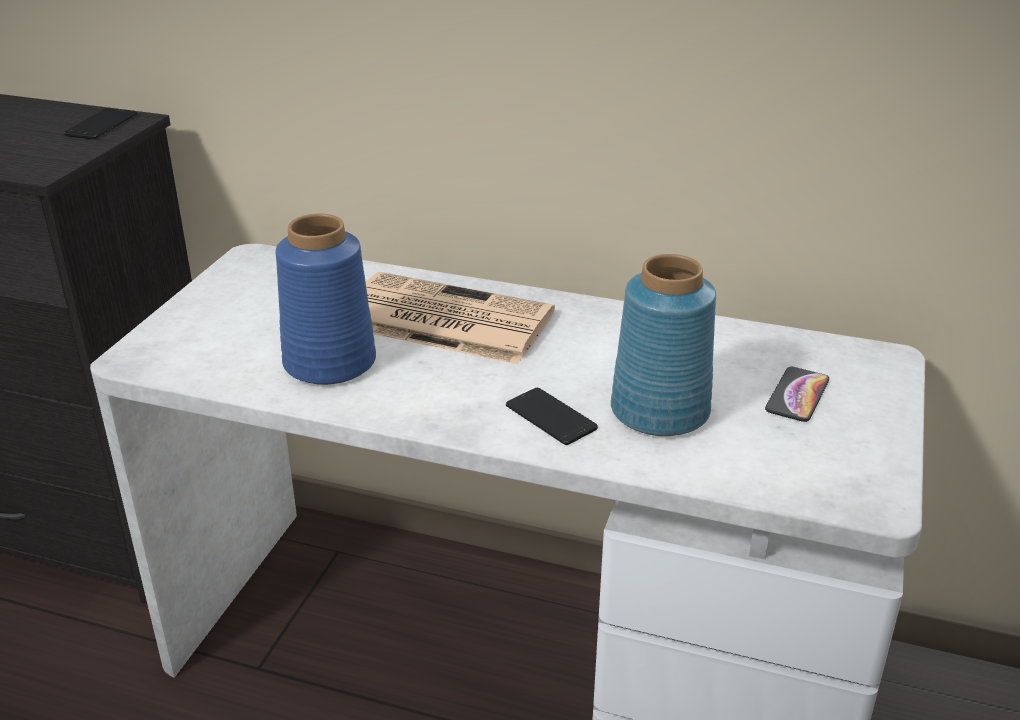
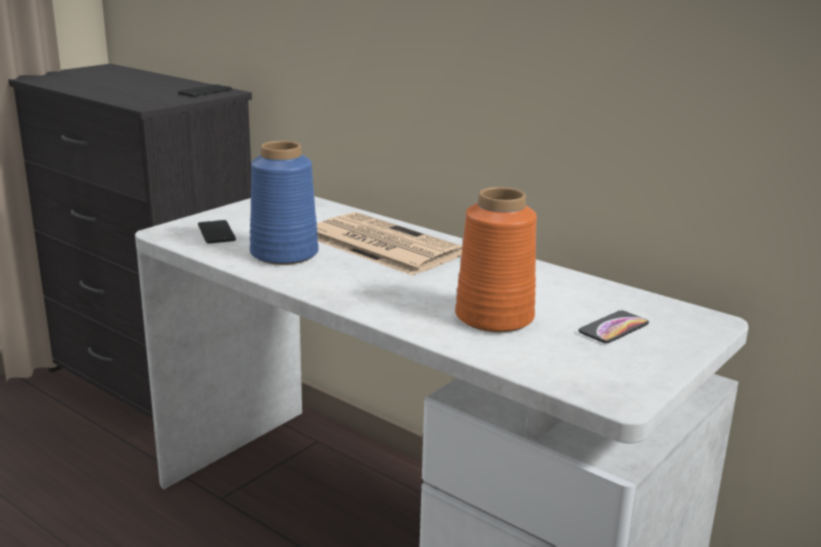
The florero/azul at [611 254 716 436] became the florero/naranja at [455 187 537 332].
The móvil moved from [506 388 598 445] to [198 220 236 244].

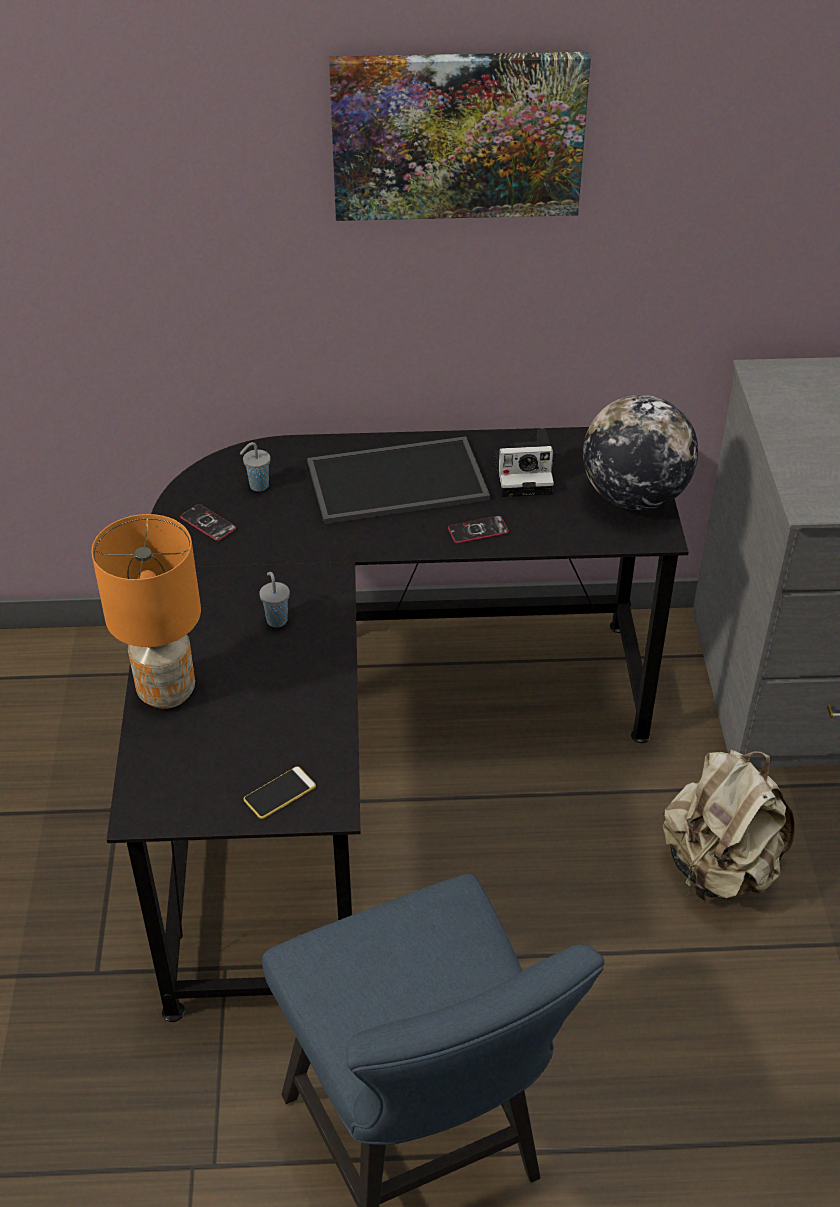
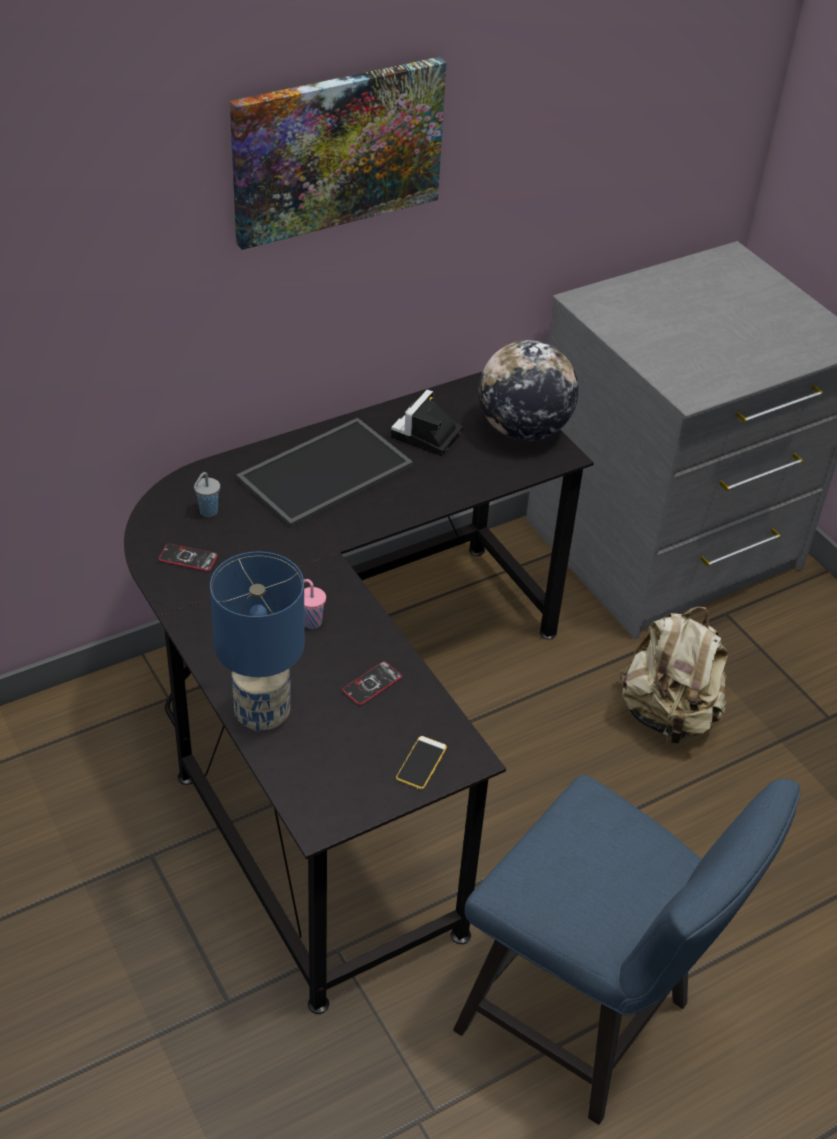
The cámara at [494 429 554 497] turned 150 degrees clockwise.
The lámpara de mesa/naranja at [91 514 201 709] became the lámpara de mesa/azul at [210 552 305 731].
The móvil moved from [448 516 509 543] to [342 661 402 705].
The taza/gris at [259 572 290 628] became the taza/rosa at [304 579 326 629].

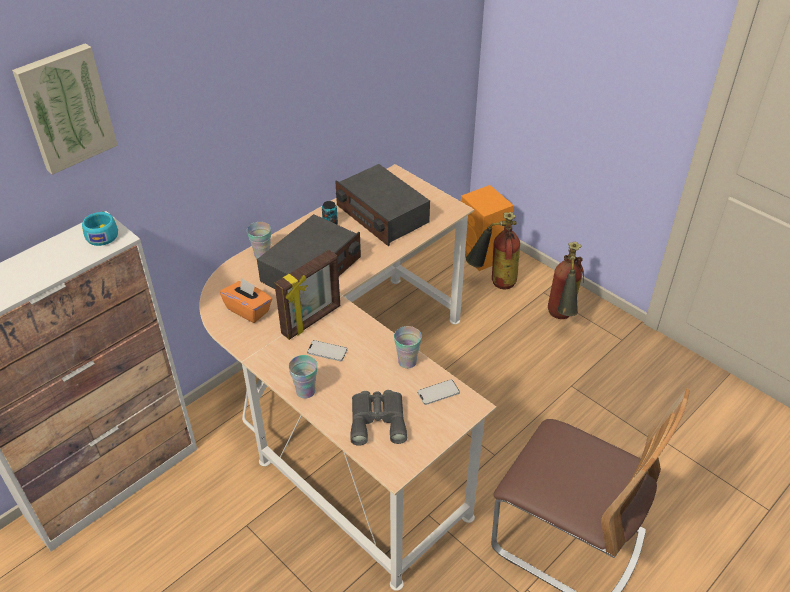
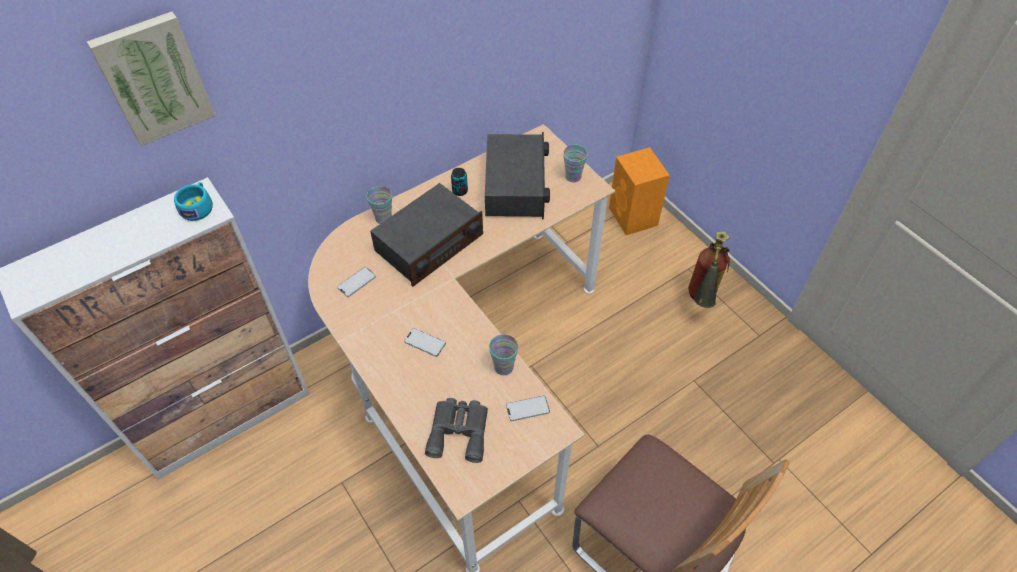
The radio at [335 164 430 246] turned 150 degrees counterclockwise.
The extintor at [466 212 520 289] disappeared.
The portarretratos at [274 250 340 340] disappeared.
The caja de pañuelos/naranja at [220 278 272 323] was replaced by the móvil at [337 267 376 297].
The taza moved from [288 355 317 399] to [563 145 588 183].

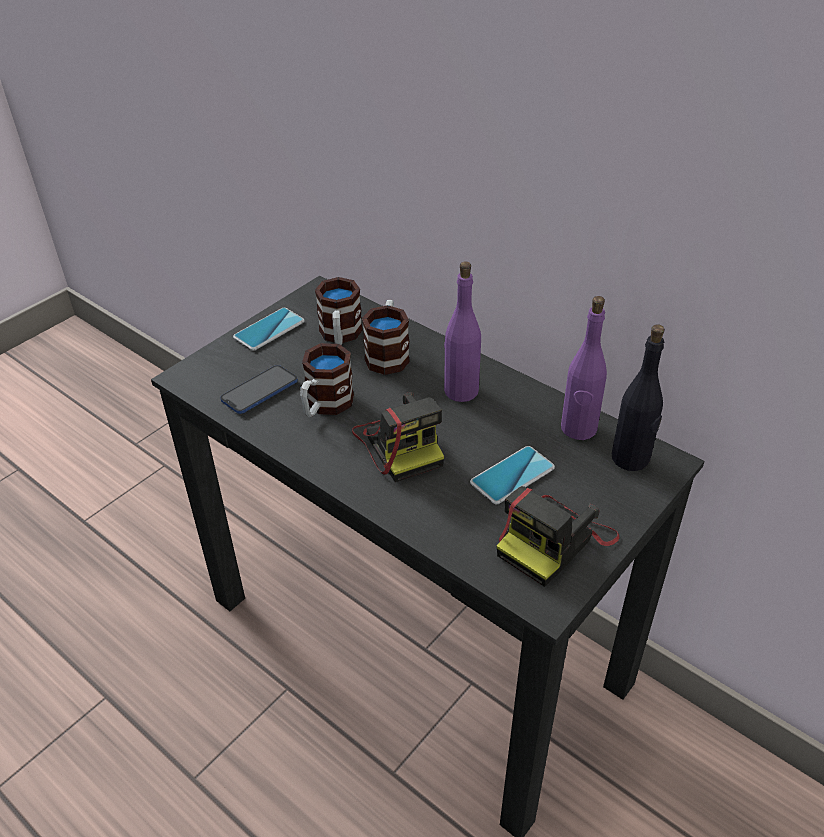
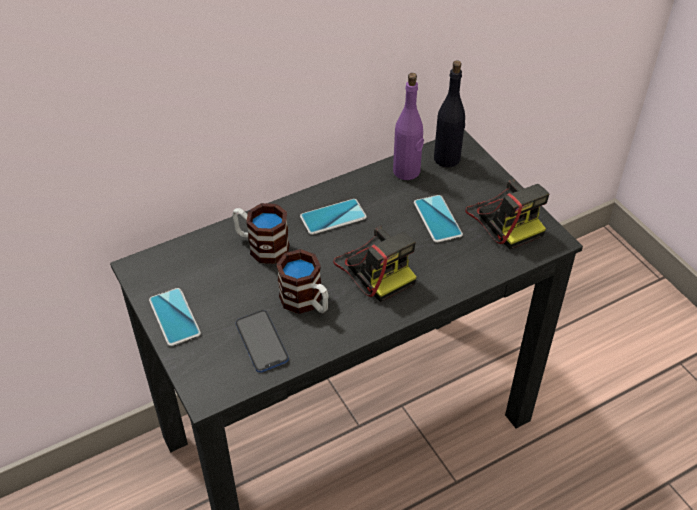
The botella/morado at [444 261 481 402] was replaced by the móvil at [300 199 367 235].
The taza grande at [315 277 363 345] disappeared.
The cámara at [352 392 444 482] turned 60 degrees clockwise.

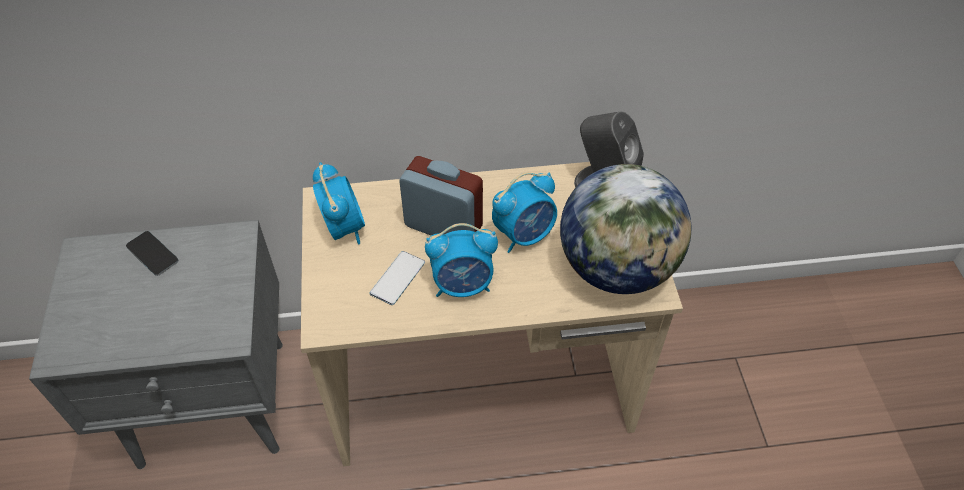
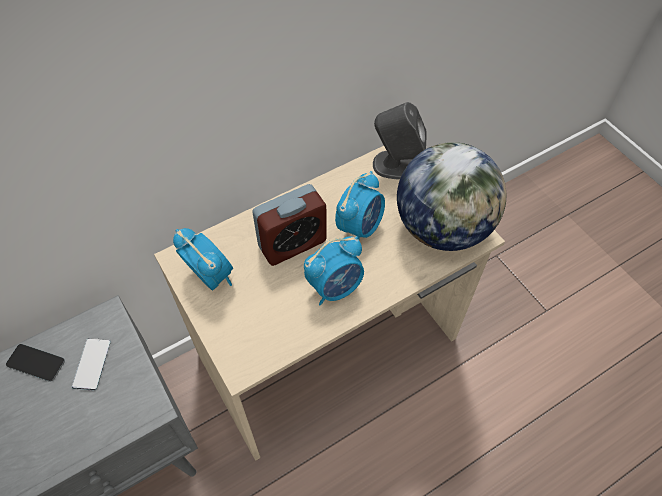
The despertador at [399 156 483 235] turned 150 degrees clockwise.
The móvil moved from [369 251 425 305] to [72 338 111 391].

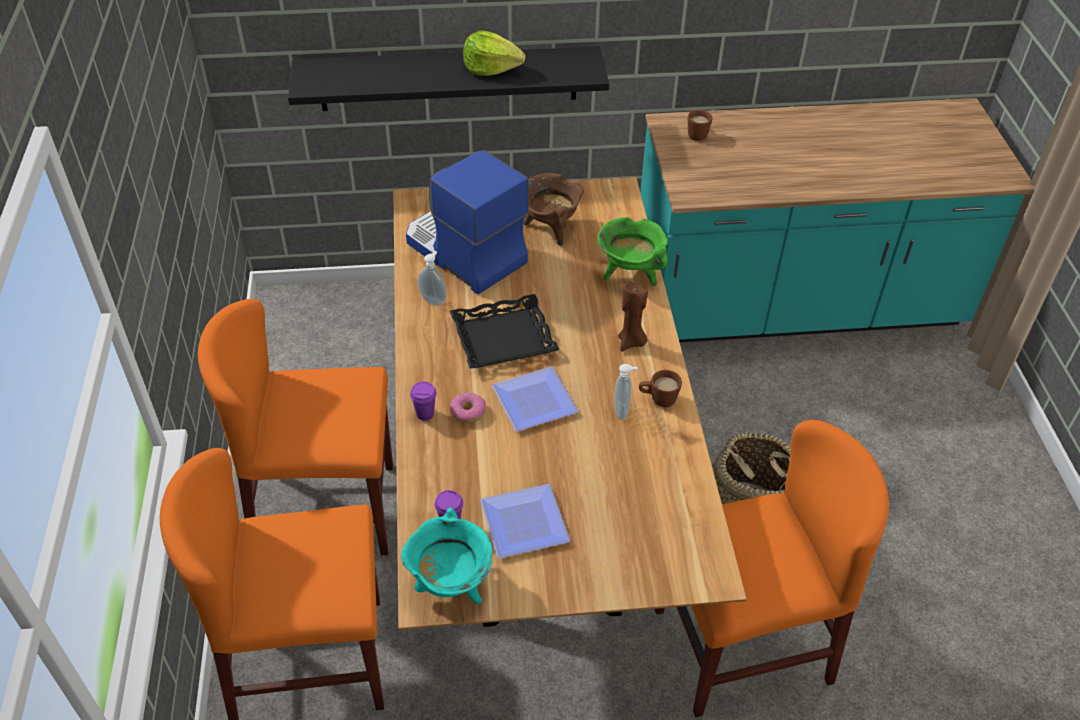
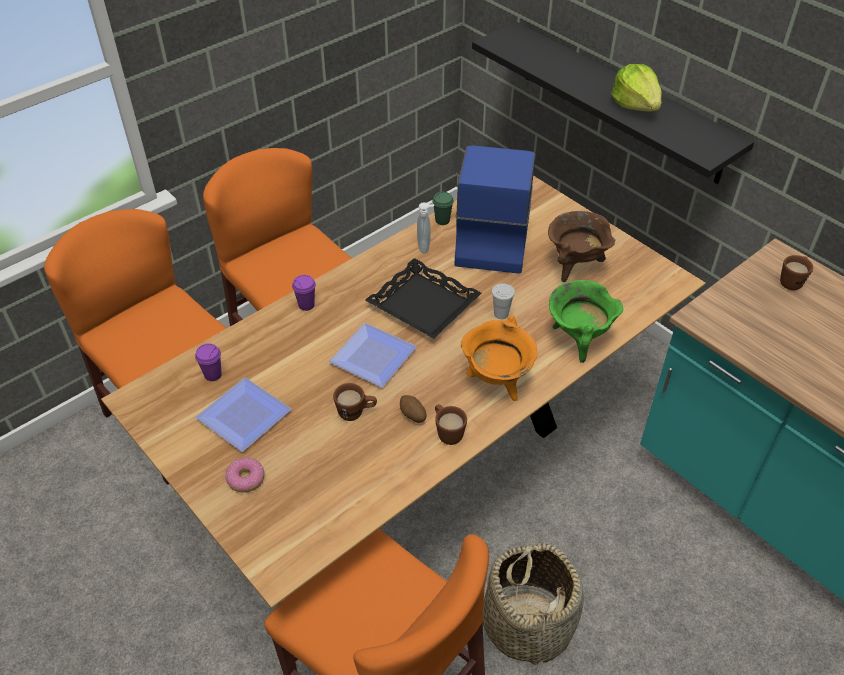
The vela/marrón at [618 281 648 351] was replaced by the olla/naranja at [461 315 537 401].
The dispensador de jabón at [614 364 638 419] was replaced by the patata at [400 395 426 423].
The rosquilla moved from [449 393 486 423] to [226 457 264 492].
The olla/turquesa at [401 508 492 604] disappeared.
The taza/verde at [432 192 454 225] appeared.
The taza/blanco at [492 283 515 319] appeared.
The taza grande/marrón at [333 383 377 421] appeared.

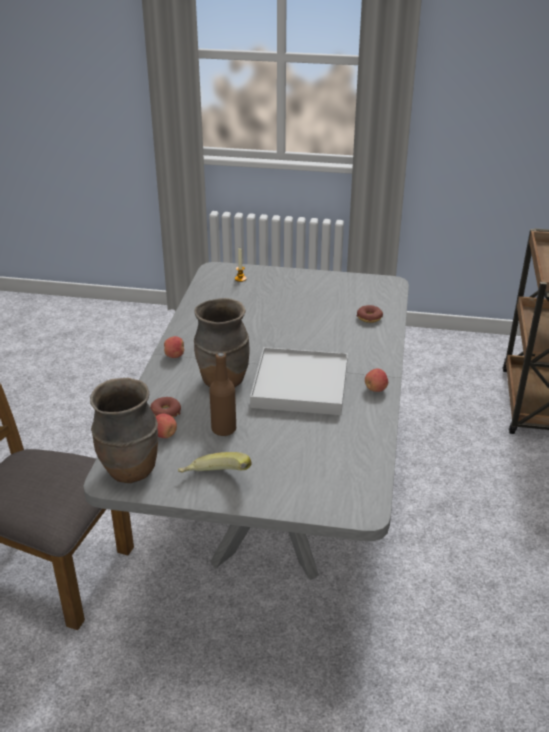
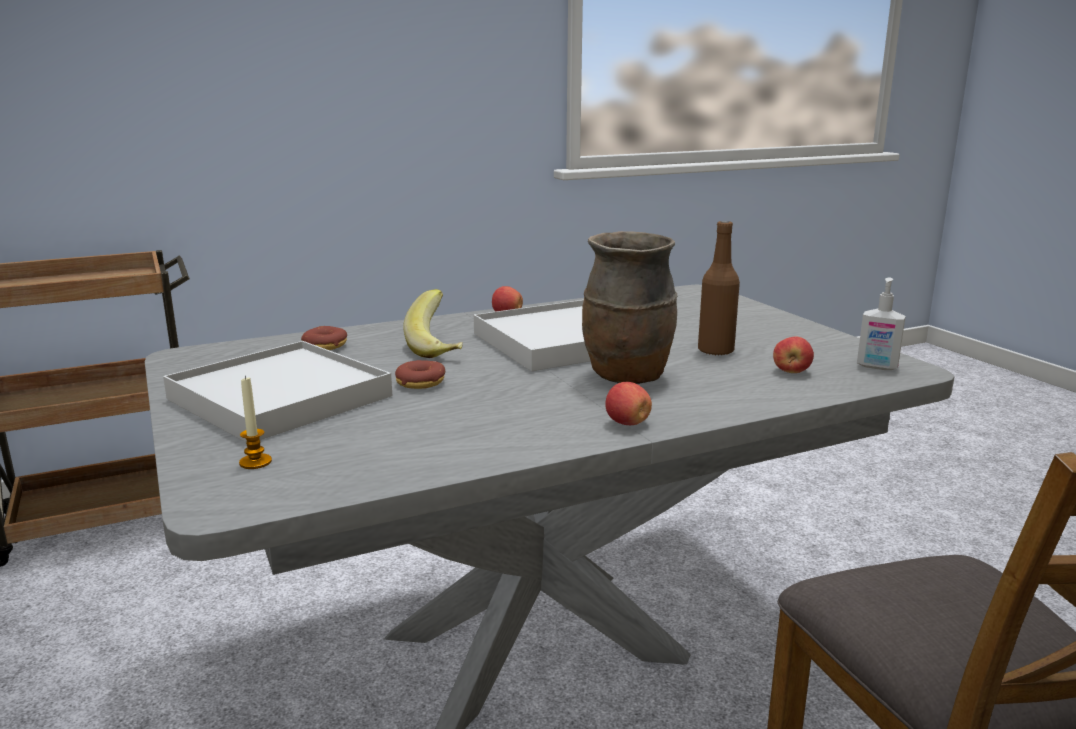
The florero/marrón at [90 378 158 483] was replaced by the dispensador de jabón at [857 278 906 370].
The rosquilla moved from [150 397 181 418] to [395 360 445 389].
The plátano moved from [178 452 252 473] to [403 289 463 358].
The bandeja/blanco at [163 341 392 442] appeared.

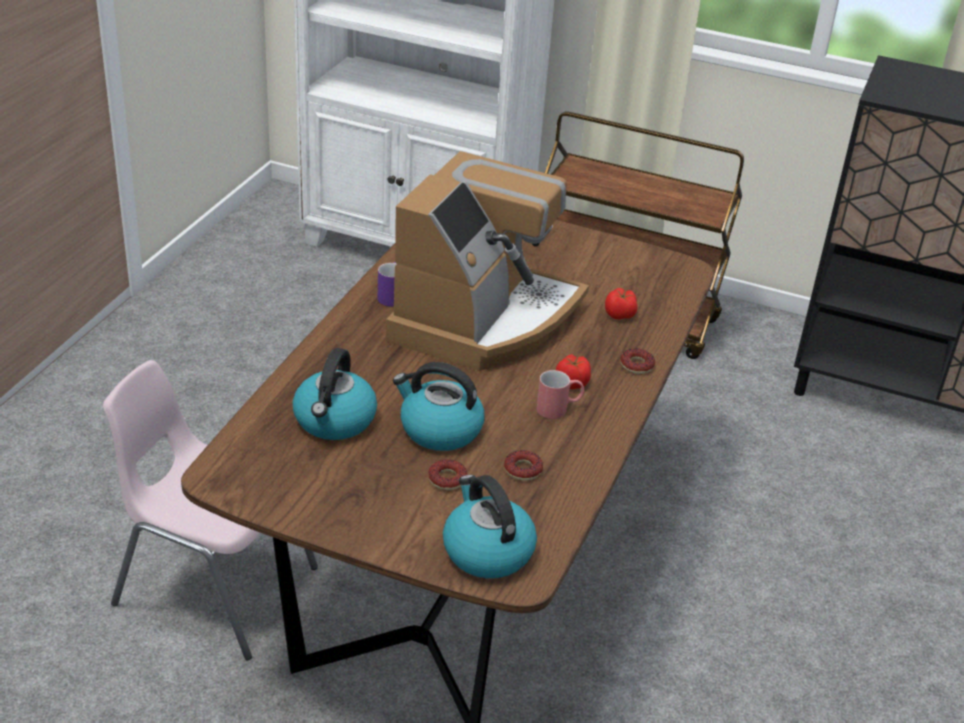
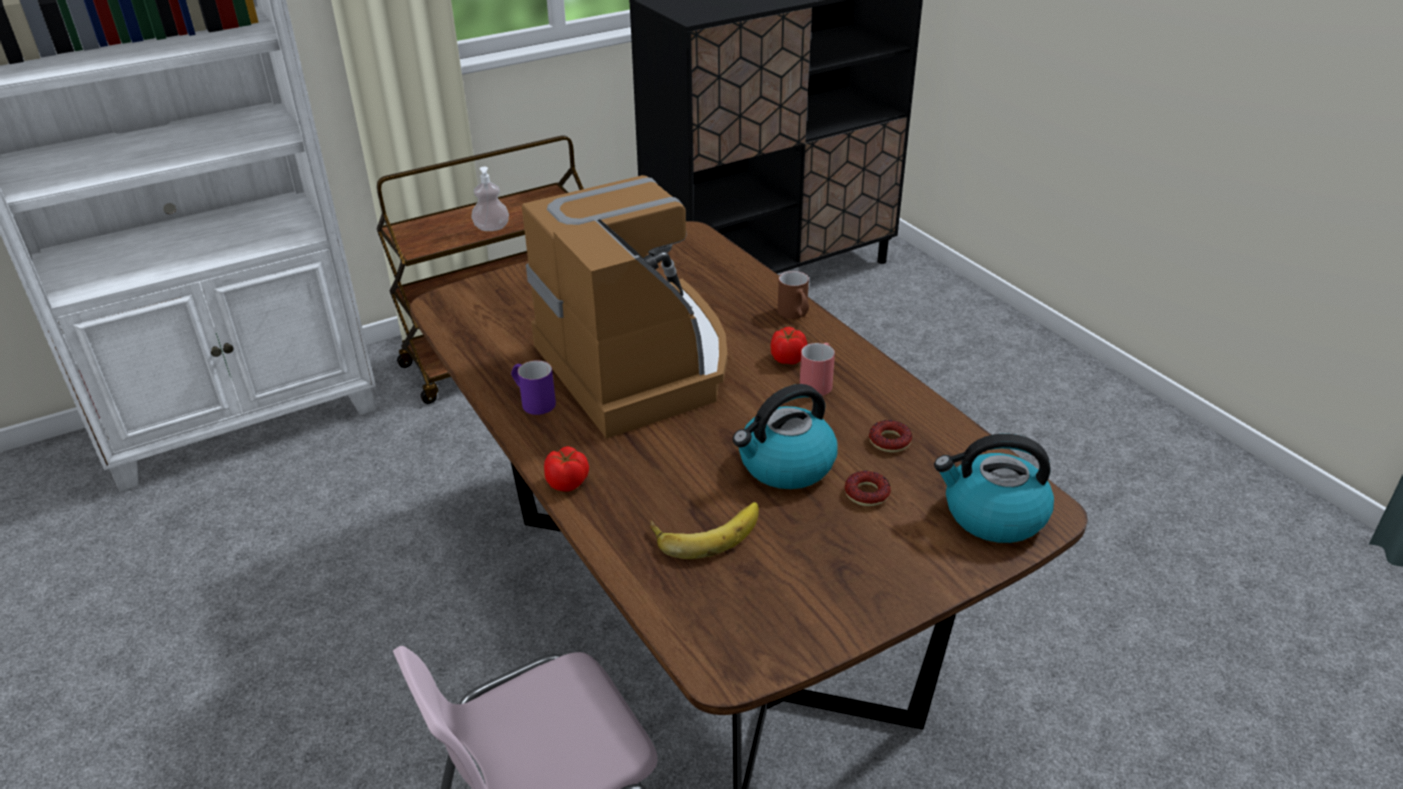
The tomate moved from [605 288 637 319] to [544 446 589 492].
The hervidor at [293 348 377 440] was replaced by the plátano at [650 502 759 559].
The rosquilla at [620 349 655 374] was replaced by the taza grande/marrón at [778 271 809 319].
The dispensador de jabón at [471 167 509 231] appeared.

